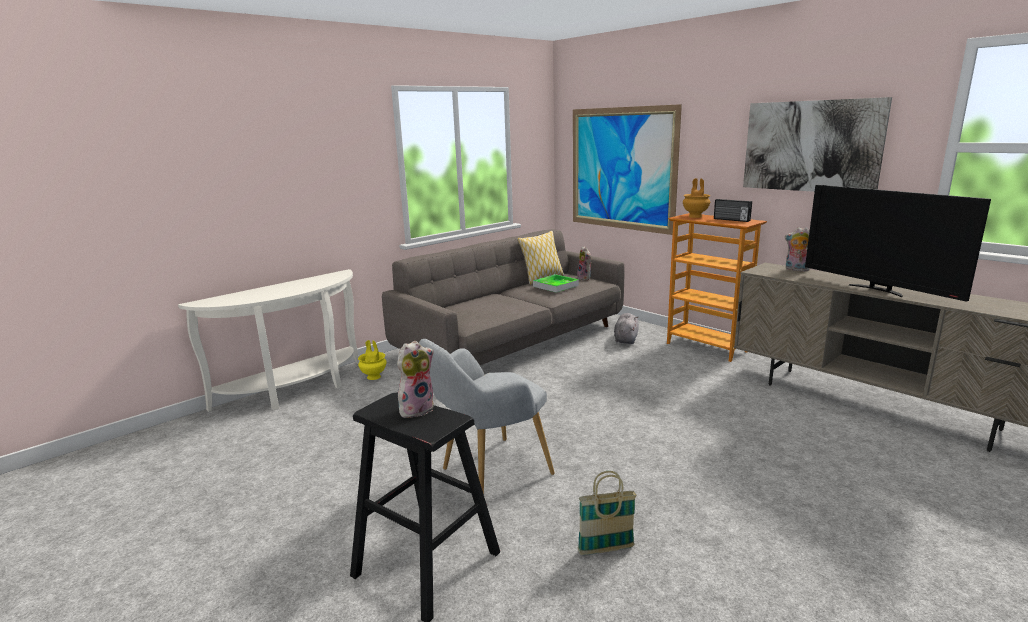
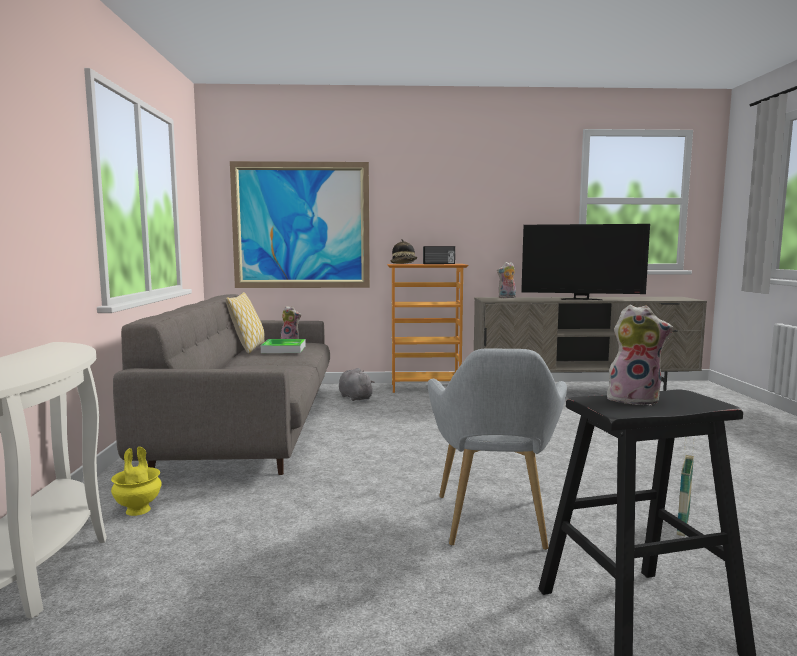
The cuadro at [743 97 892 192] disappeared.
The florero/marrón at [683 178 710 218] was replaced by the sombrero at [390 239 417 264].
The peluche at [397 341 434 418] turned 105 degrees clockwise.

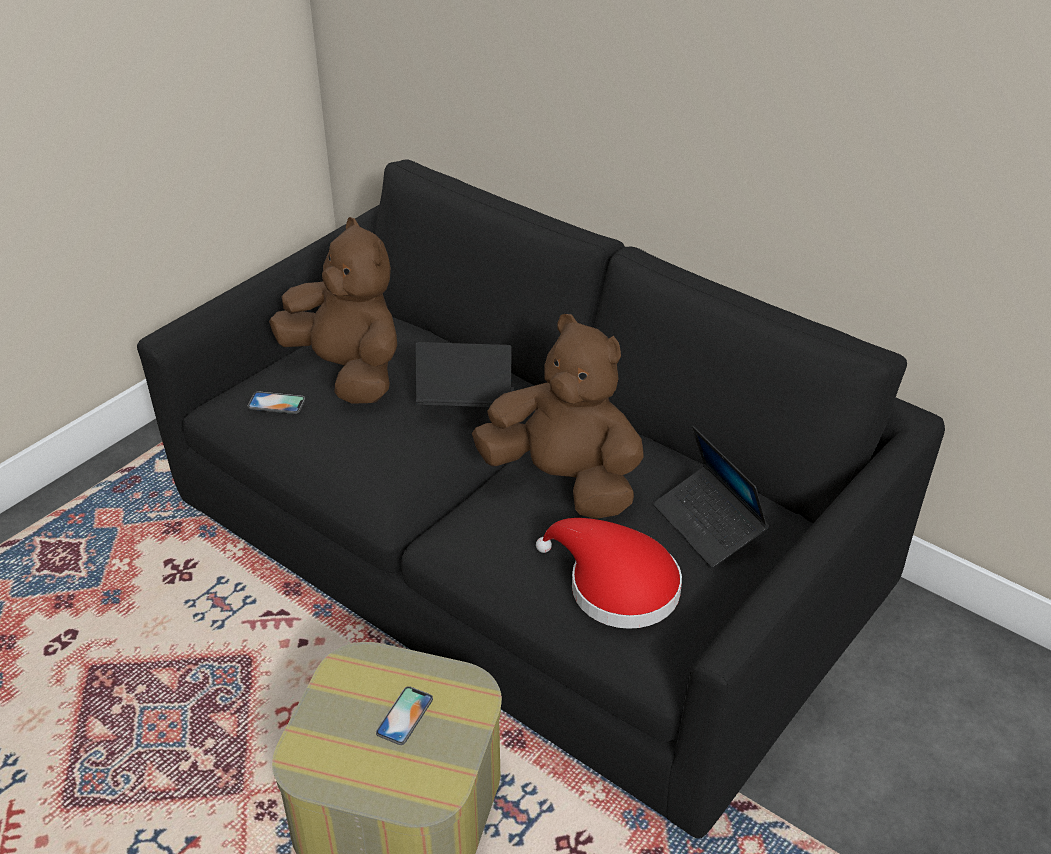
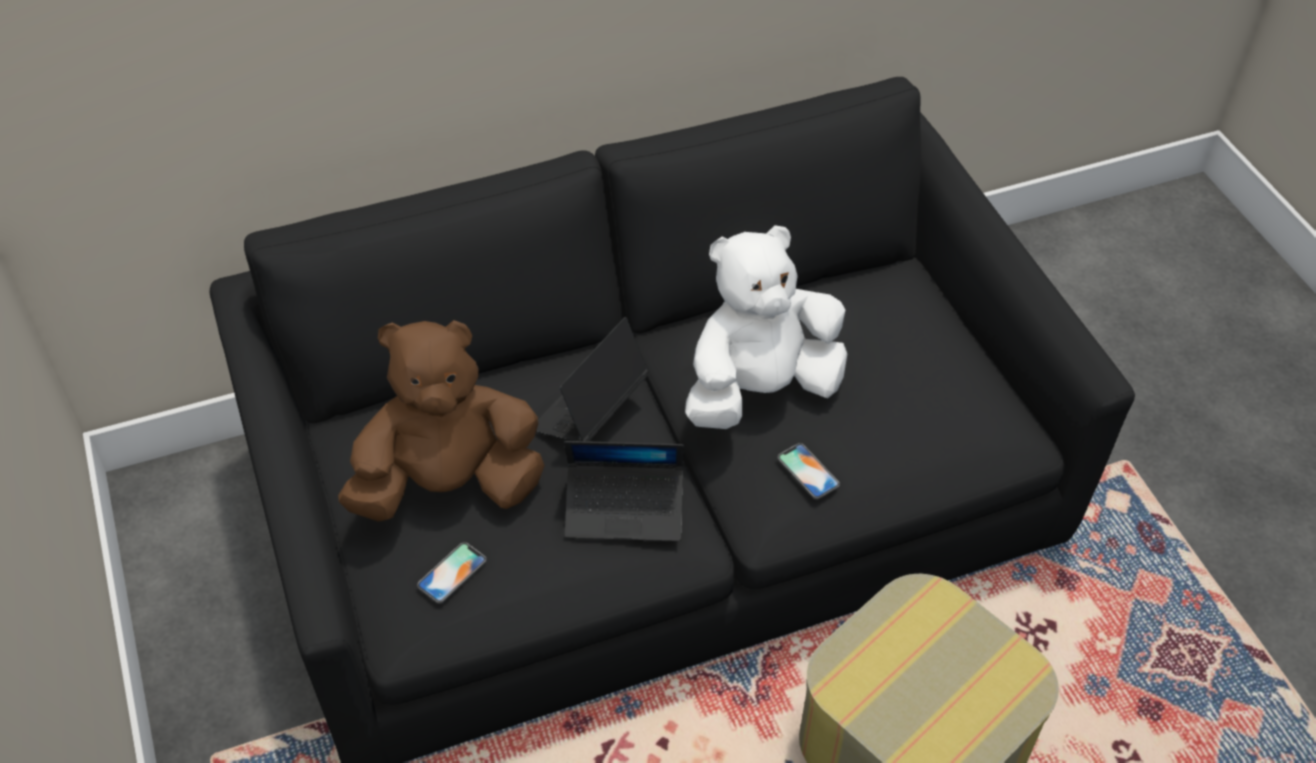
The peluche/marrón at [472 314 644 519] became the peluche/blanco at [685 225 847 429].
The portátil moved from [653 426 769 568] to [564 441 684 541].
The sombrero/rojo at [536 518 682 629] disappeared.
The móvil moved from [376 686 433 745] to [778 443 840 499].

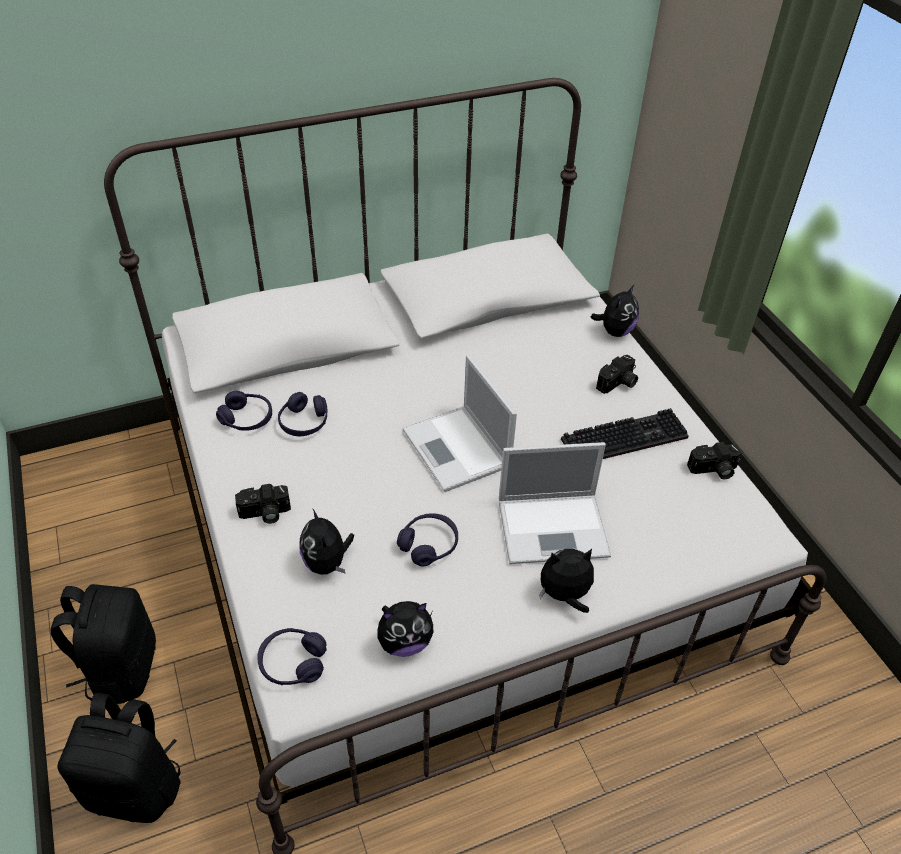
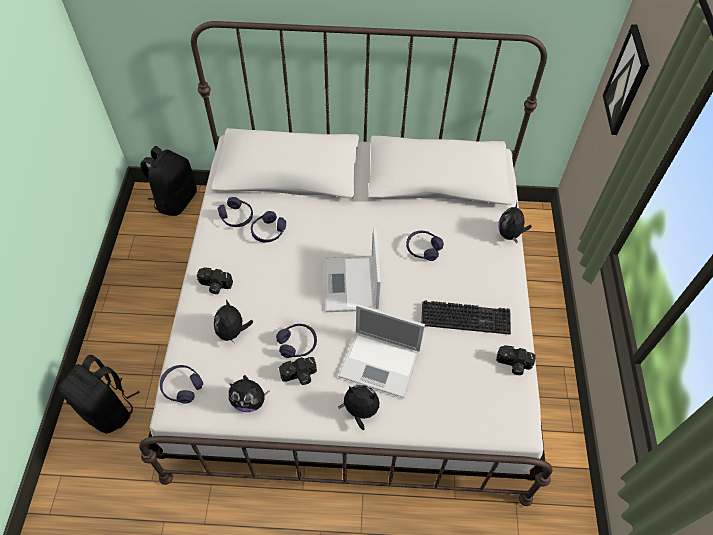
The peluche at [591 285 639 337] turned 135 degrees clockwise.
The cámara moved from [596 355 638 394] to [279 357 317 385].
The mochila/negro moved from [51 584 156 704] to [140 146 197 216].
The cuadro at [603 24 649 135] appeared.
The auriculares/morado at [406 231 444 261] appeared.

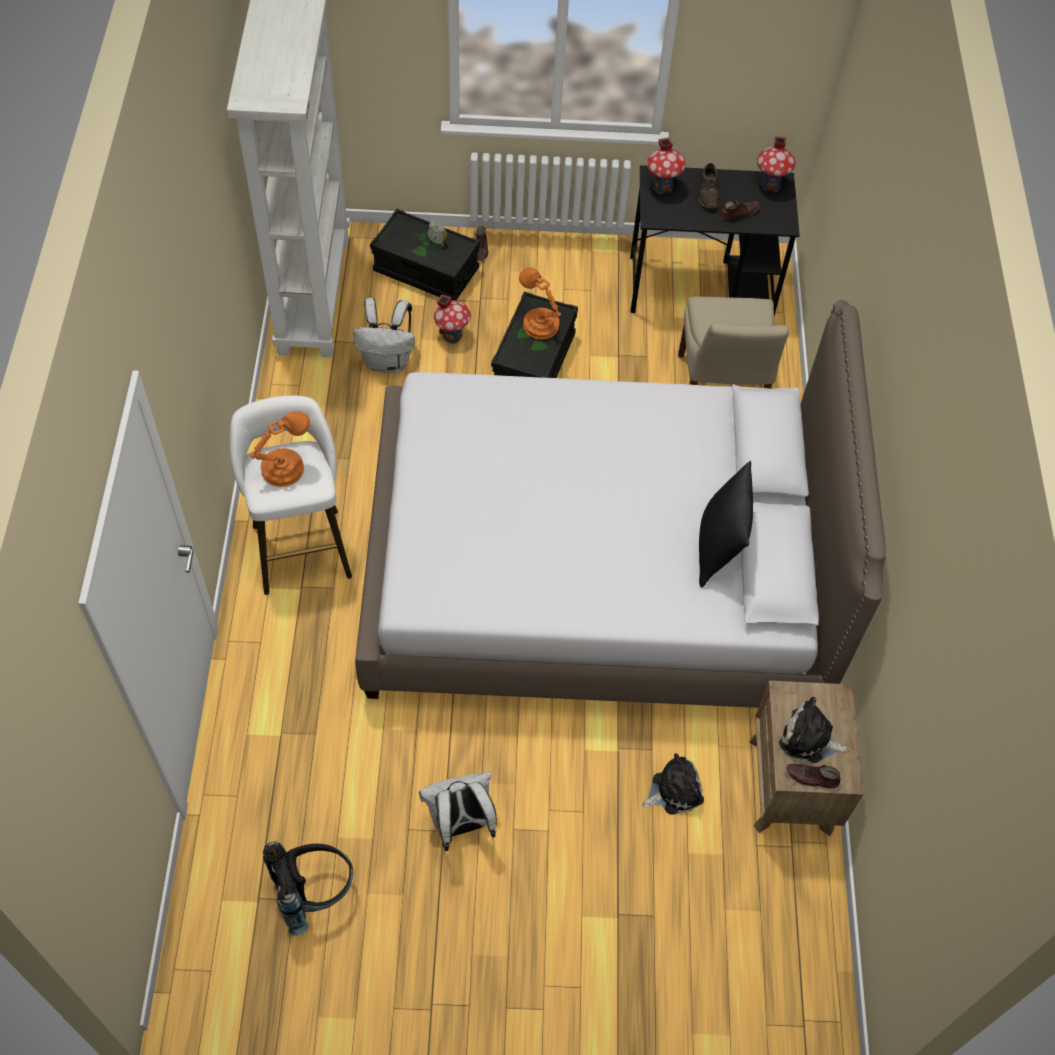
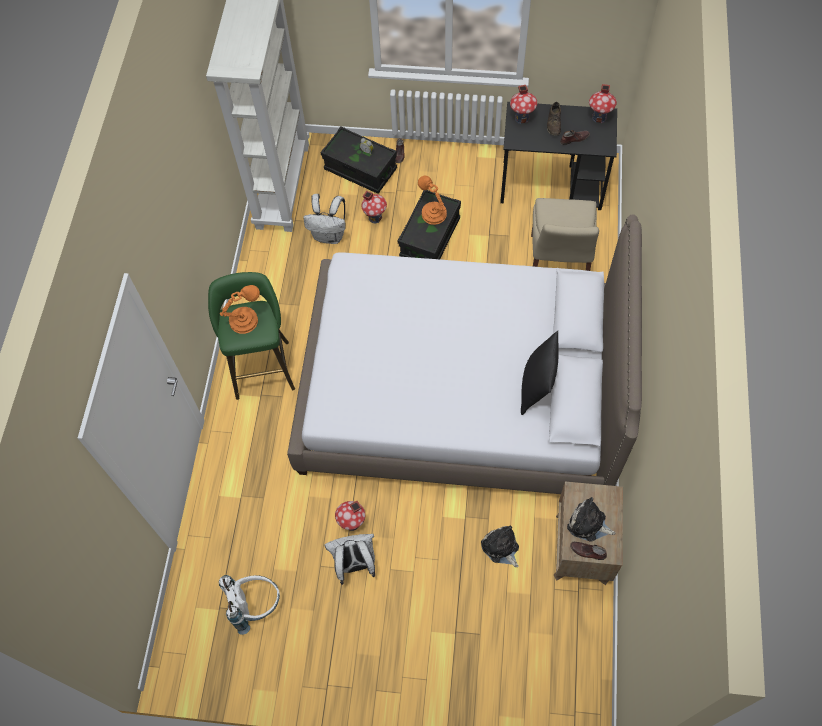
The taburete/blanco at [230 396 352 595] became the taburete/verde at [208 272 295 400].
The peluche at [642 753 704 815] turned 105 degrees counterclockwise.
The mochila/negro at [263 841 353 936] became the mochila/blanco at [219 575 280 635].
The casita at [335 501 365 531] appeared.

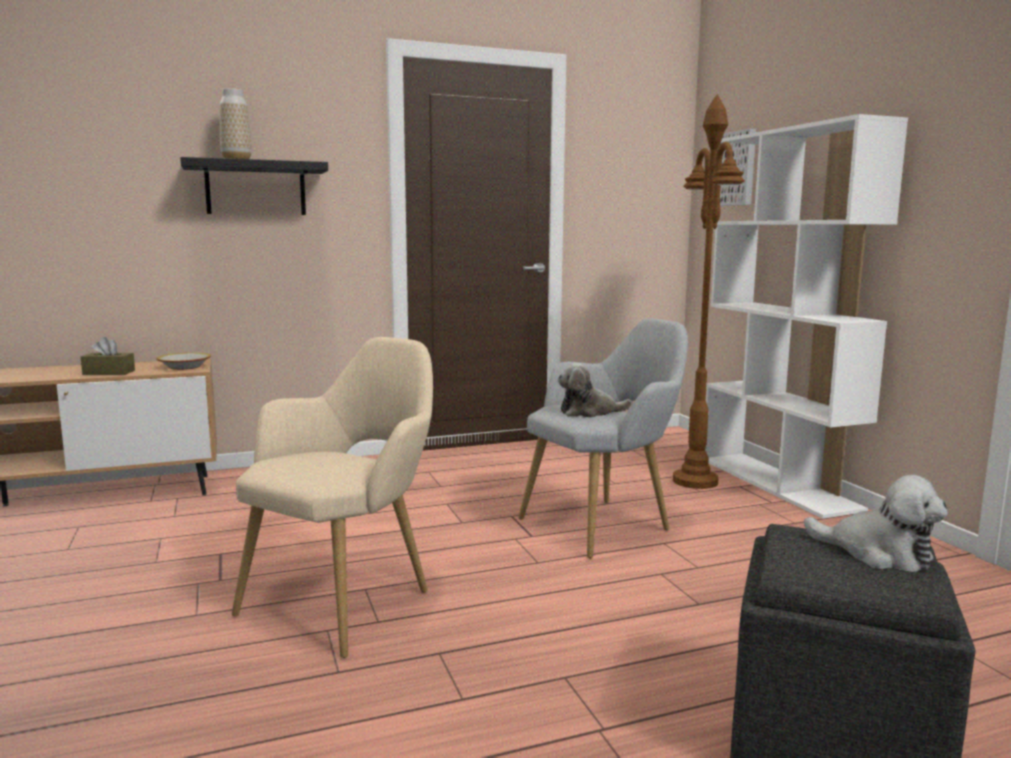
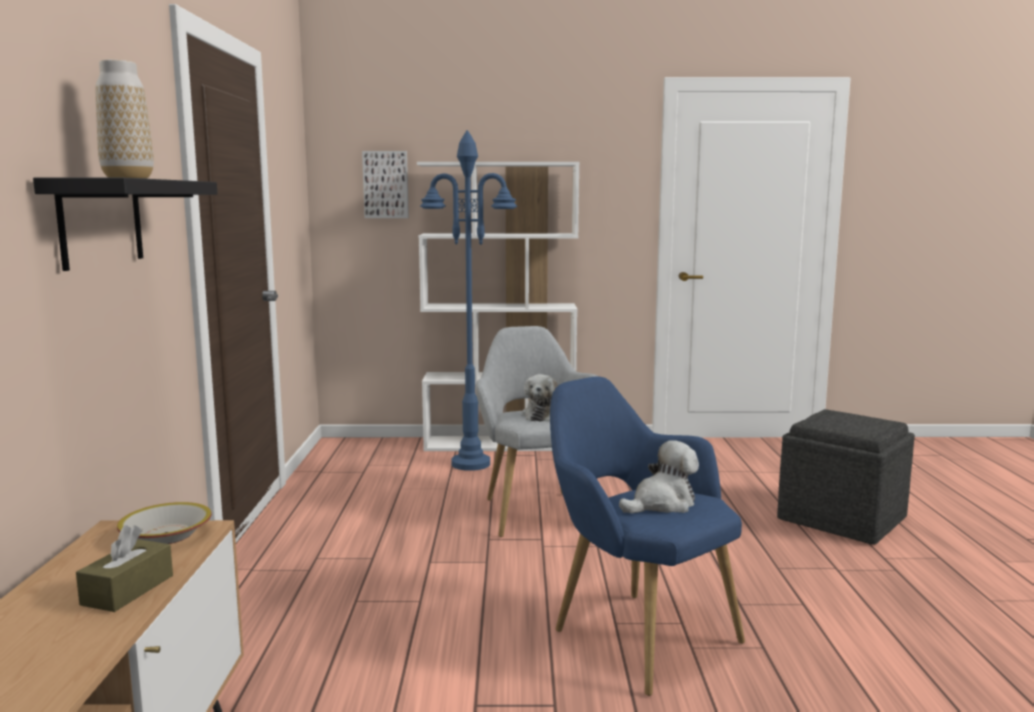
The lámpara de pie/marrón at [673 94 745 489] became the lámpara de pie/azul at [420 130 517 471].
The sillón/beis at [232 337 433 658] became the sillón/azul at [550 376 745 696].
The peluche moved from [804 475 948 572] to [619 440 699 513].

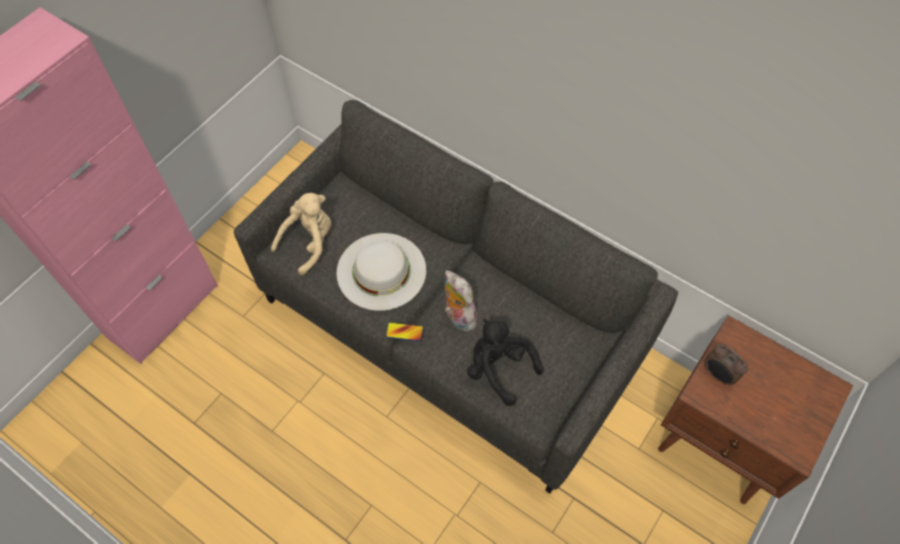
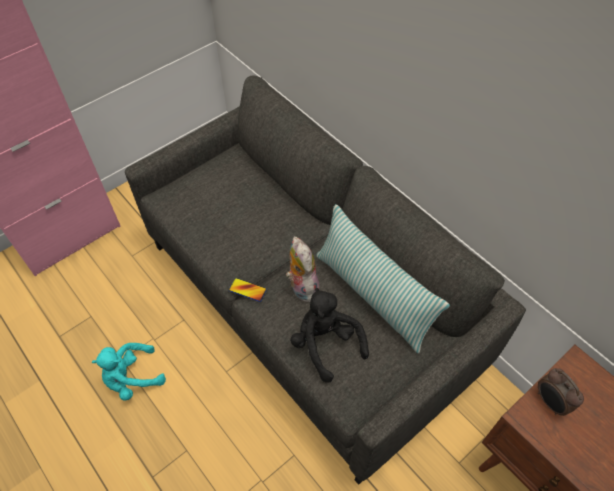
The peluche/beis at [271 193 331 275] disappeared.
The sombrero/blanco at [337 233 426 311] disappeared.
The cojín at [316 204 450 354] appeared.
The peluche/turquesa at [92 343 166 401] appeared.

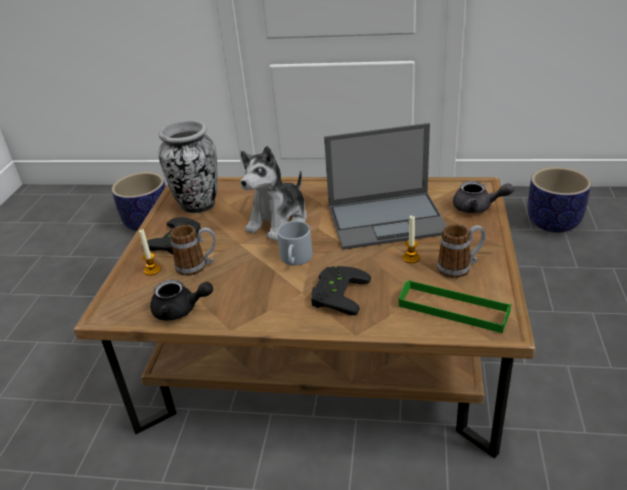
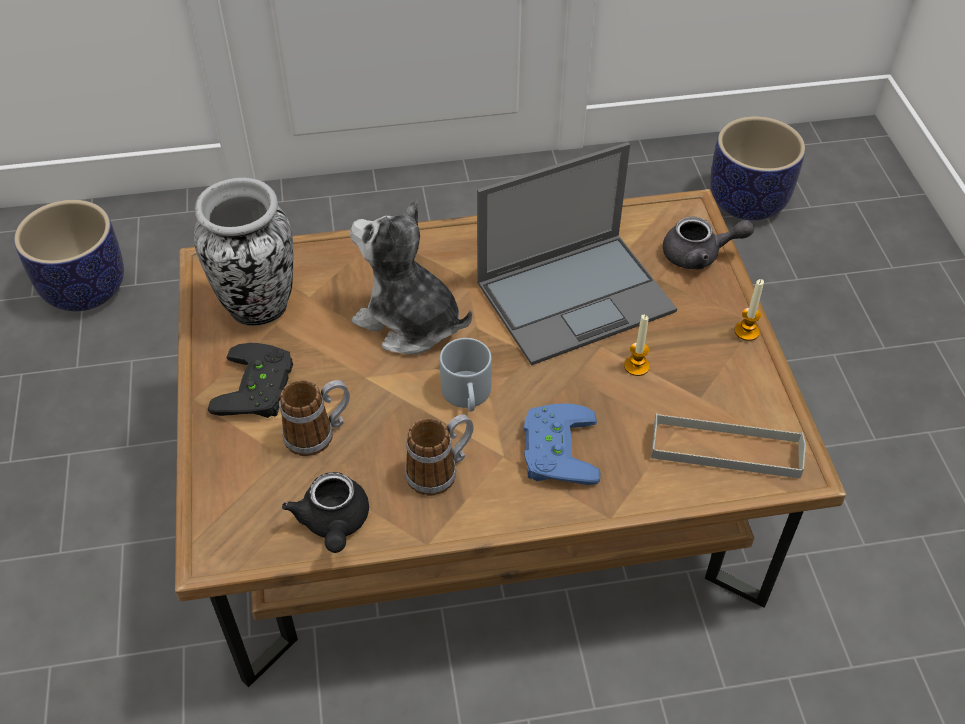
The peluche at [240 146 307 241] turned 105 degrees clockwise.
The taza grande moved from [437 224 486 278] to [405 415 473 496].
The vela moved from [139 229 161 276] to [734 279 764 341].
The mando de consola/negro at [311 266 371 315] became the mando de consola/azul at [524 403 600 485].
The tetera/negro at [150 280 213 321] turned 90 degrees clockwise.
The bandeja/verde at [399 280 511 333] became the bandeja/gris at [651 413 806 478].

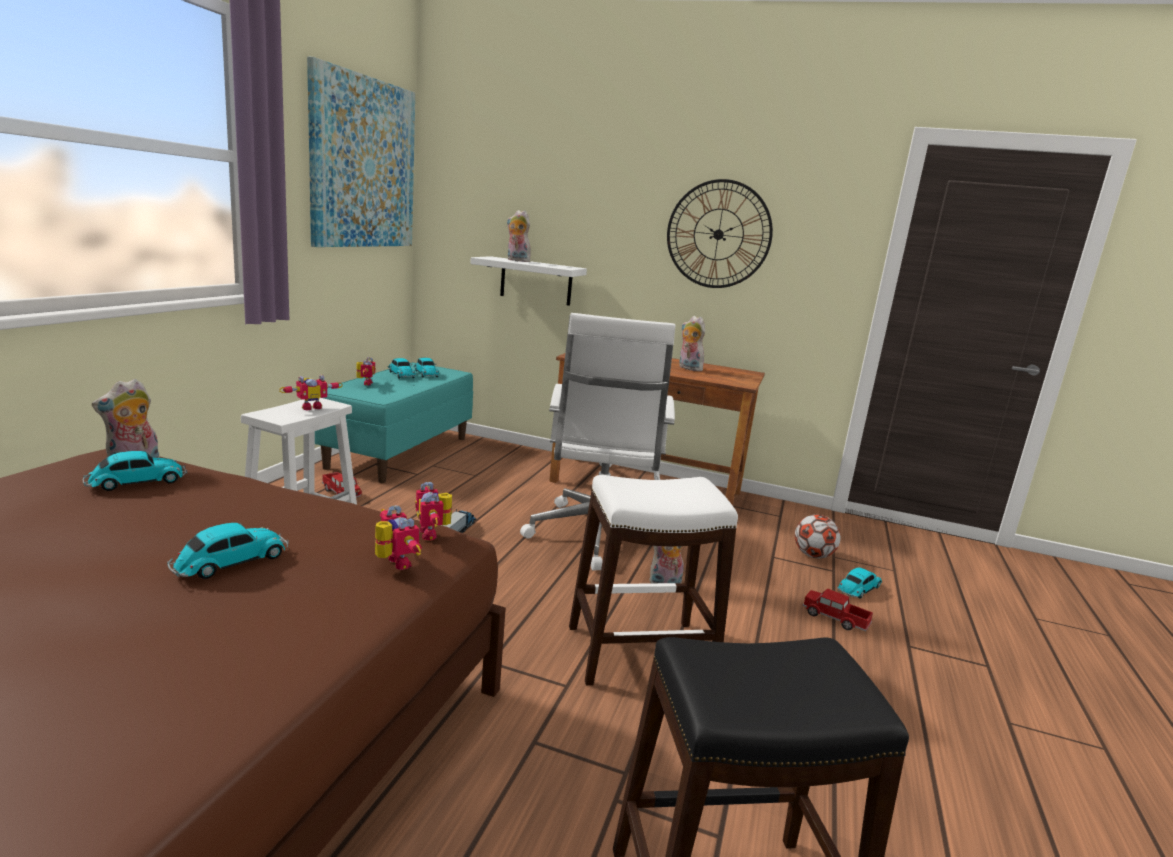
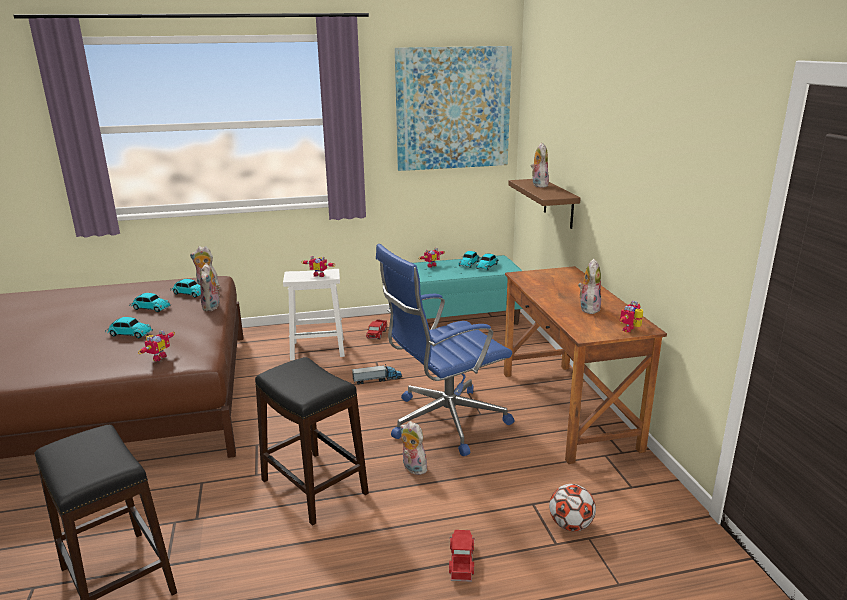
The reloj de pared at [667 179 773 288] disappeared.
The estante/blanco at [470 256 587 306] became the estante/marrón at [508 179 581 229].
The silla de oficina/blanco at [520 313 675 571] became the silla de oficina/azul at [376 244 515 456].
The taburete/blanco at [569 475 738 685] became the taburete/negro at [255 357 369 526].
The robot de juguete moved from [415 482 452 540] to [620 301 643 332].
The coche de juguete moved from [837 567 882 599] to [129 293 171 312].
The peluche at [200 263 220 311] appeared.

